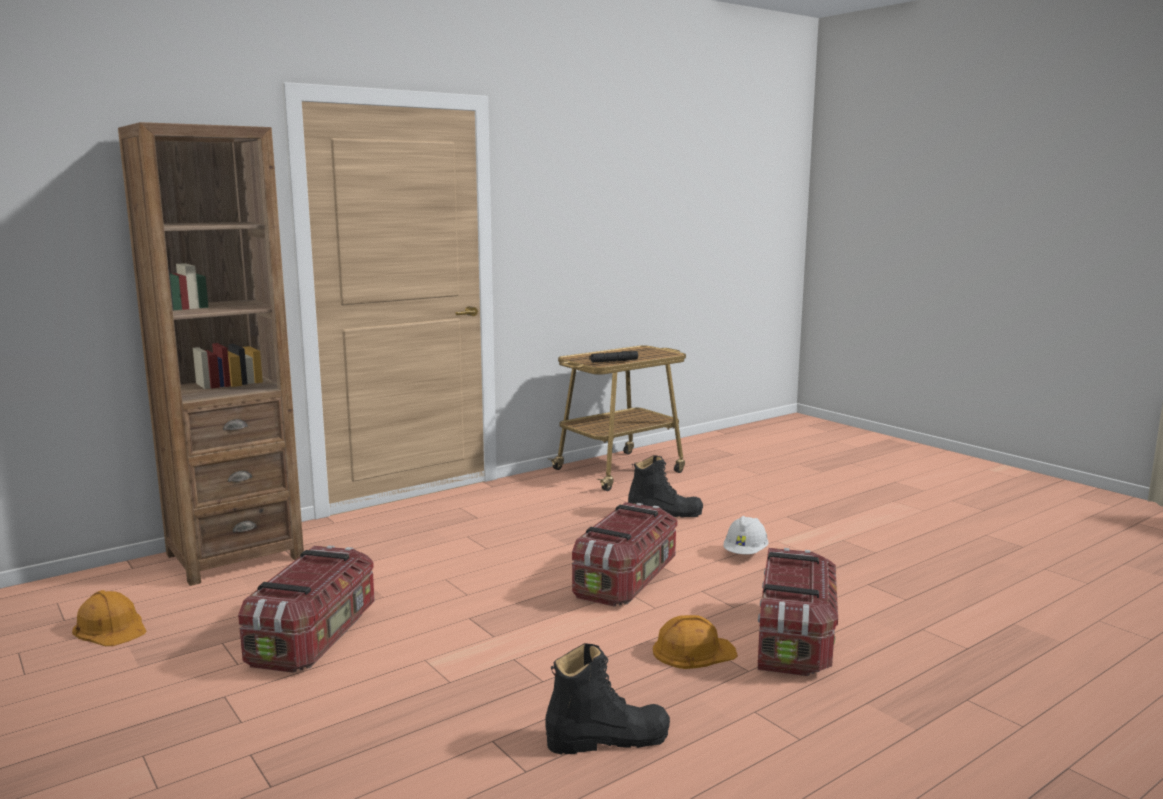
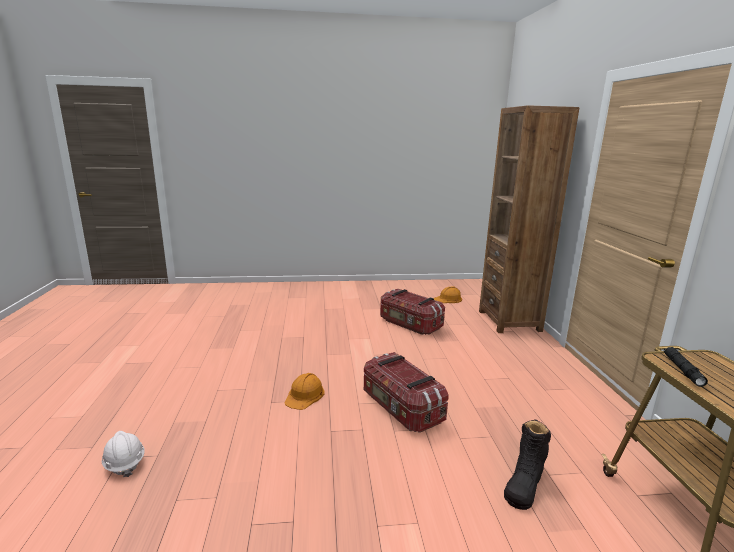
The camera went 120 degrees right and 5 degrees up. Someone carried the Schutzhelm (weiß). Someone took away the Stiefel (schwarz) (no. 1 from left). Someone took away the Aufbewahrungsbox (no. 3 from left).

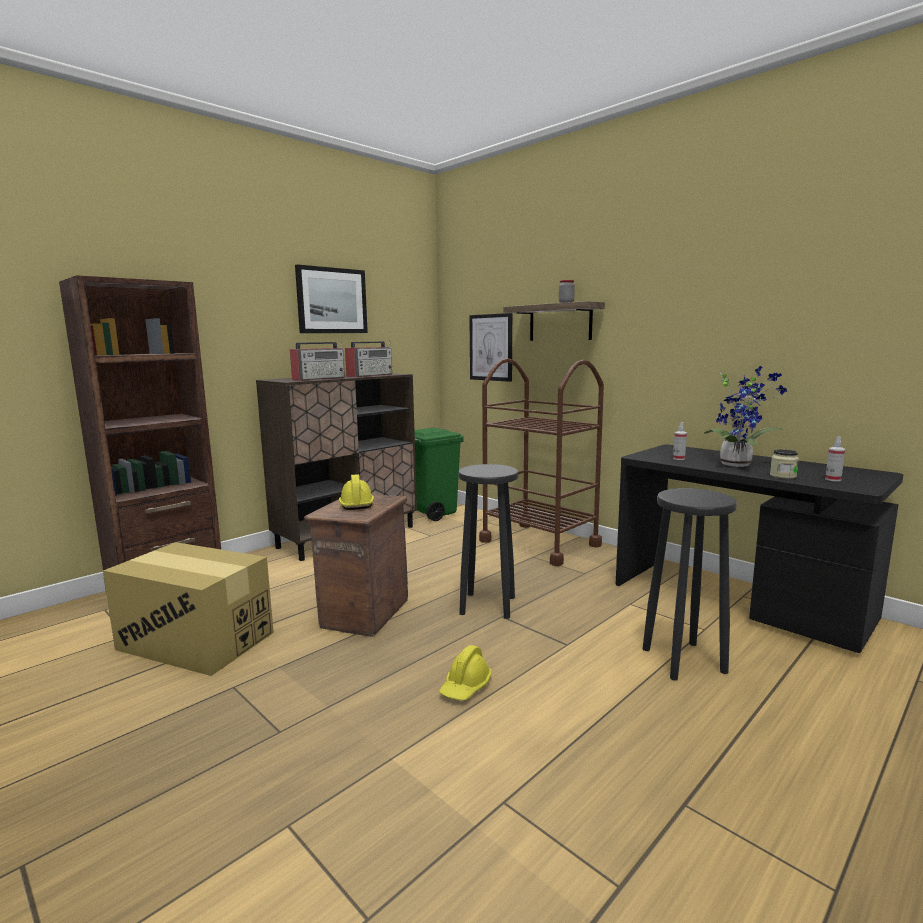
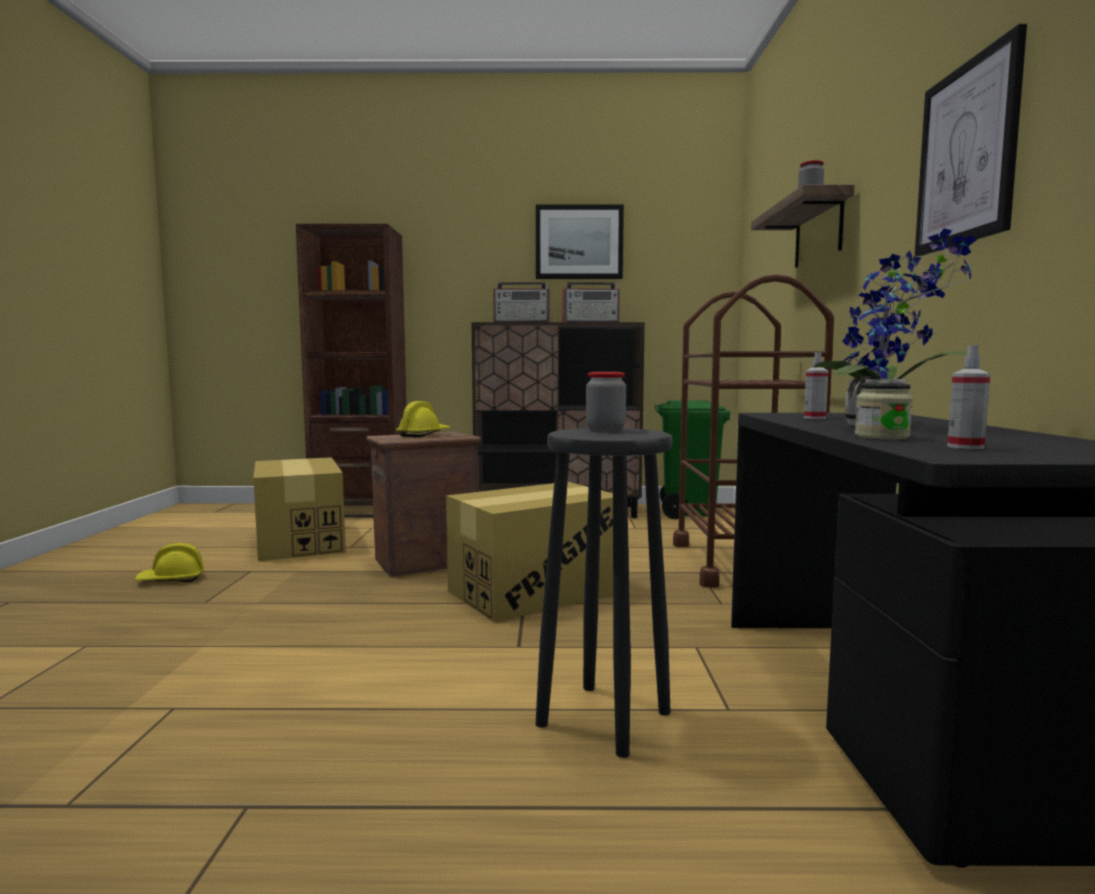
The camera went 45 degrees right and 5 degrees down. Someone carried the Schutzhelm (gelb) (no. 2 from left in the first image). Someone swapped the Hocker (schwarz) (no. 1 from left) for the Karton (no. 2 from left). Someone put down the Vorratsglas (no. 1 from left). Someone carried the Bild (no. 2 from left).

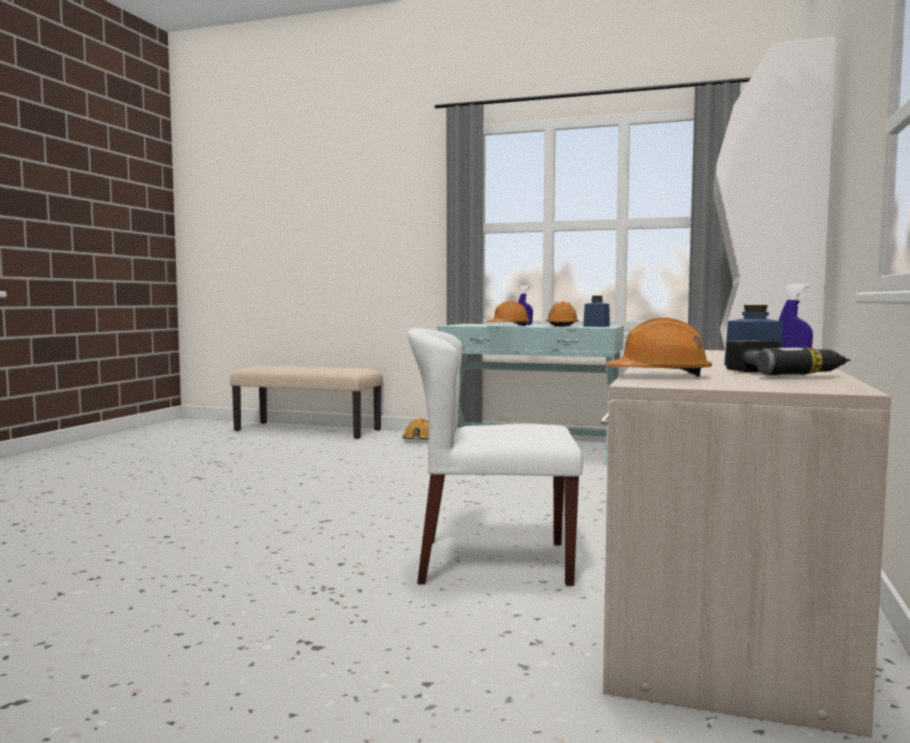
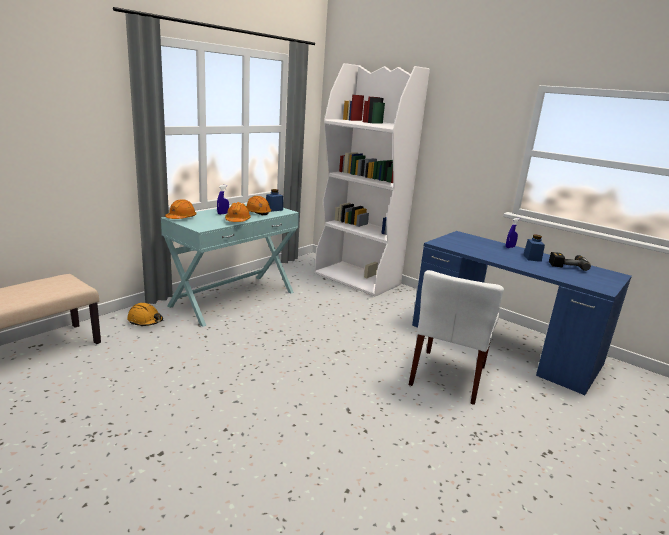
The camera went 70 degrees left and 15 degrees up. Someone carried the Schutzhelm (orange) (no. 4 from left in the first image). Someone repainted the Schreibtisch (beige), which became the Schreibtisch (blau).

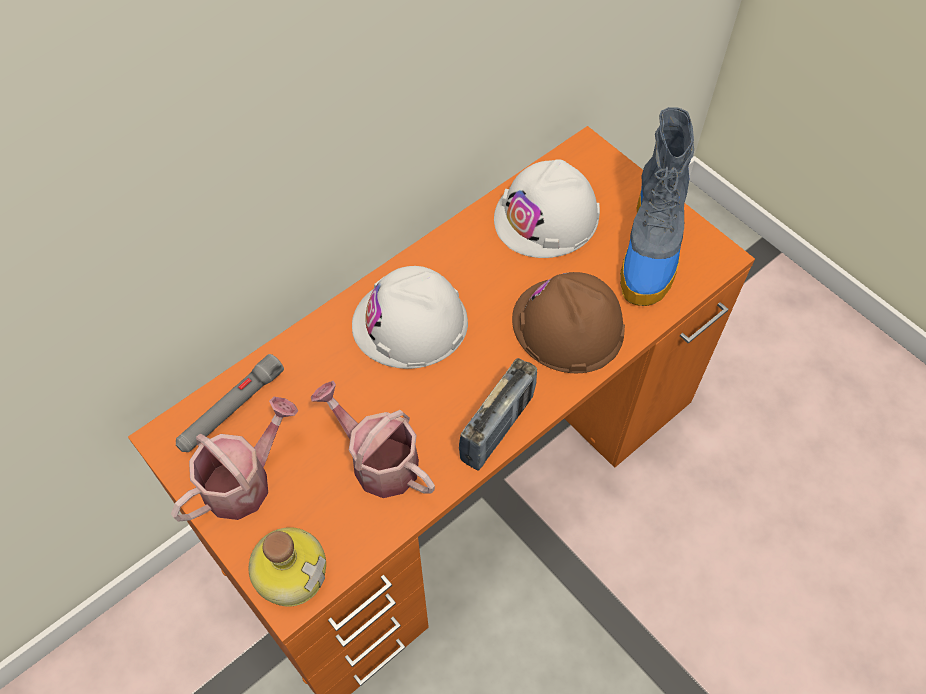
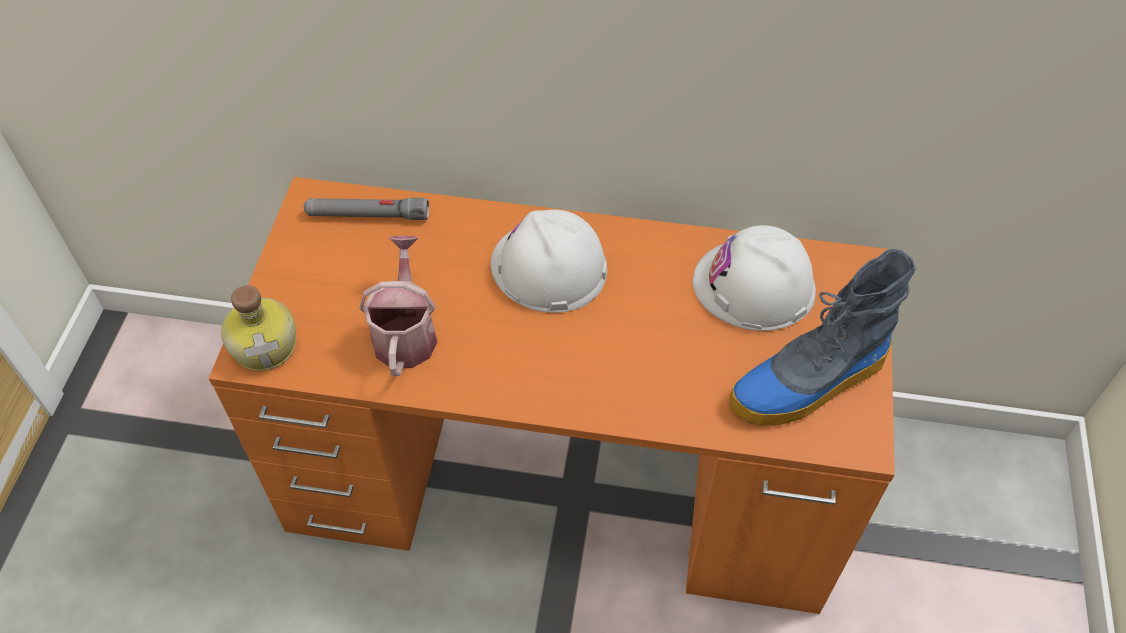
The camera went 50 degrees right and 5 degrees down. Someone took away the Gießkanne (no. 1 from left). Someone took away the Radio. Someone took away the Schutzhelm (braun).

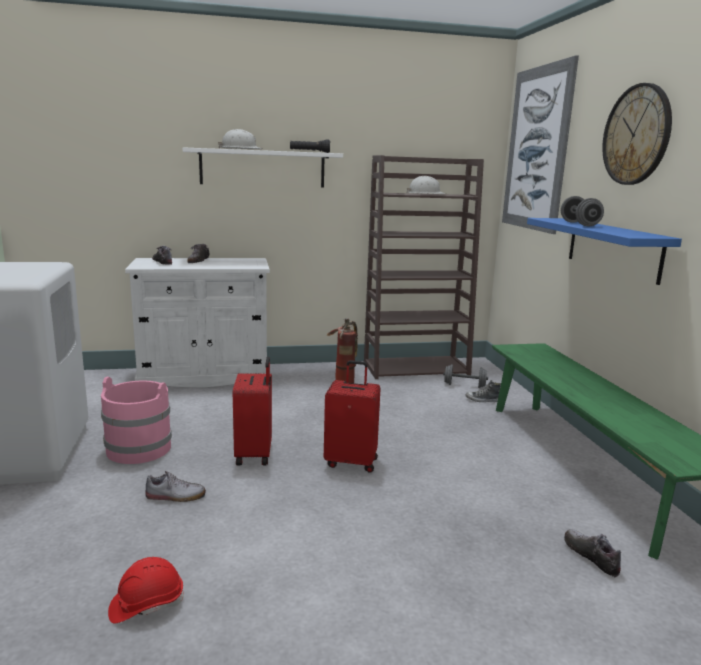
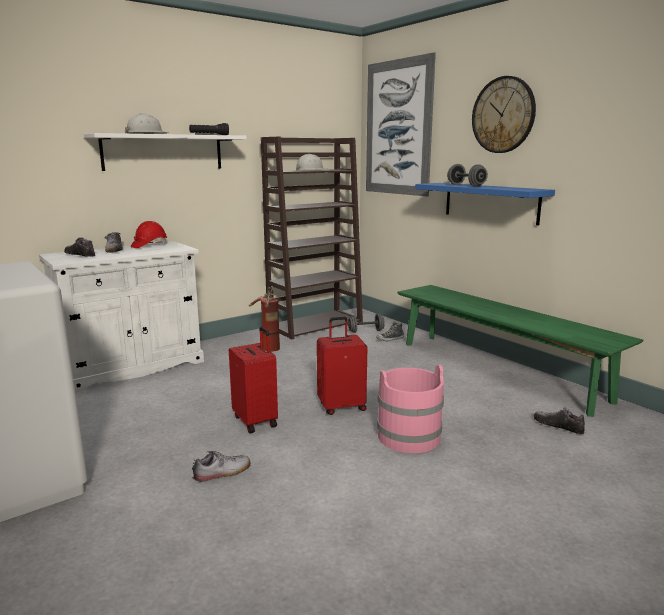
The camera went 25 degrees left and 0 degrees up. Someone carried the Schutzhelm (rot). Someone carried the Eimer (rosa).

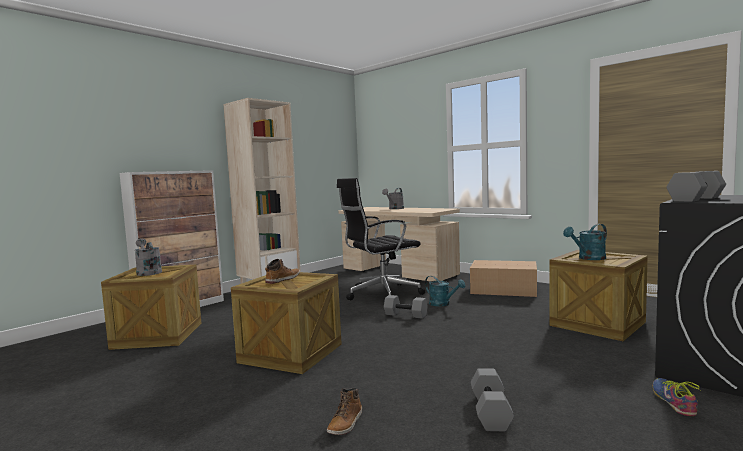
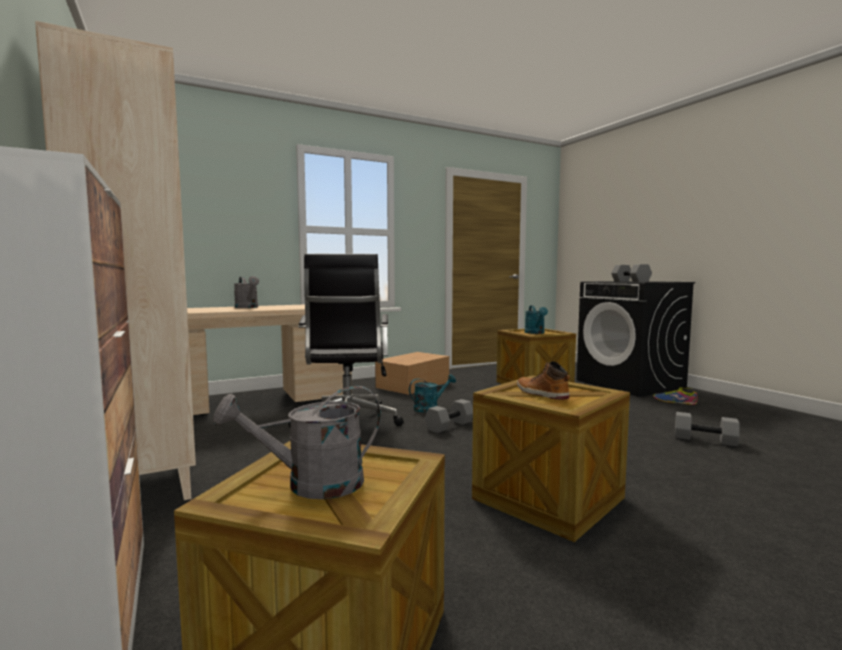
The camera went 70 degrees left and 0 degrees up. Someone took away the Stiefel (no. 2 from left).

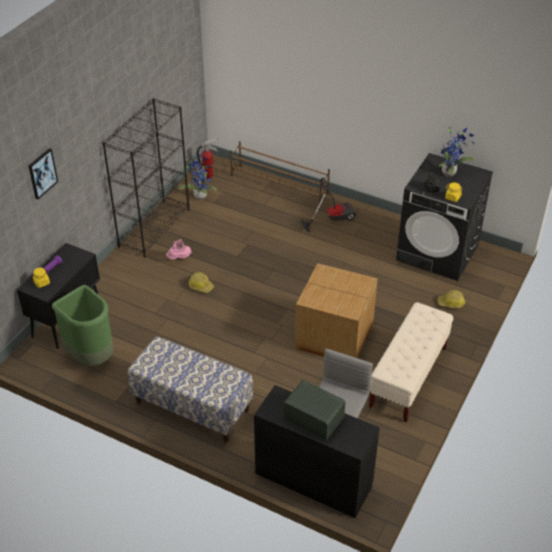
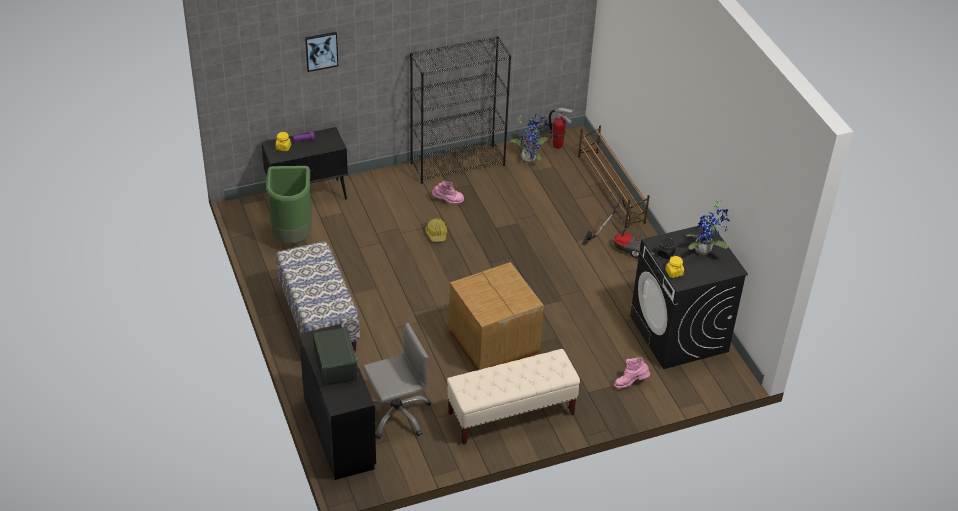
The camera went 40 degrees right and 0 degrees up. Someone swapped the Schutzhelm (no. 2 from left) for the Stiefel (rosa) (no. 2 from left).

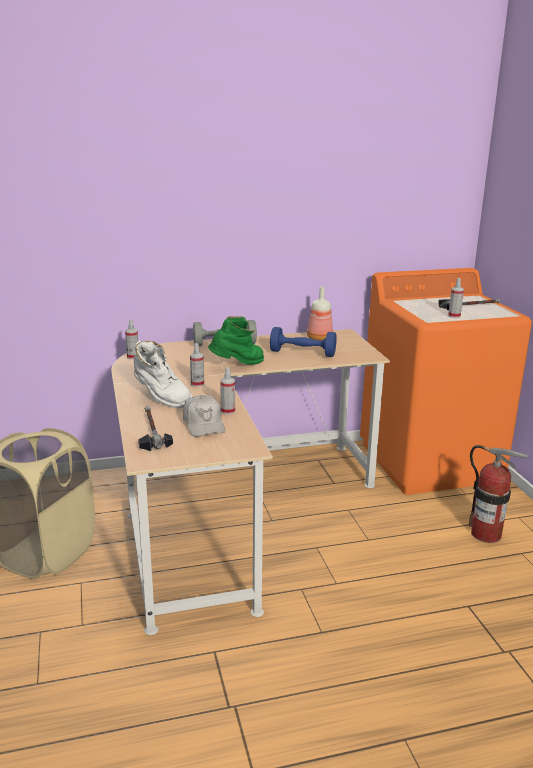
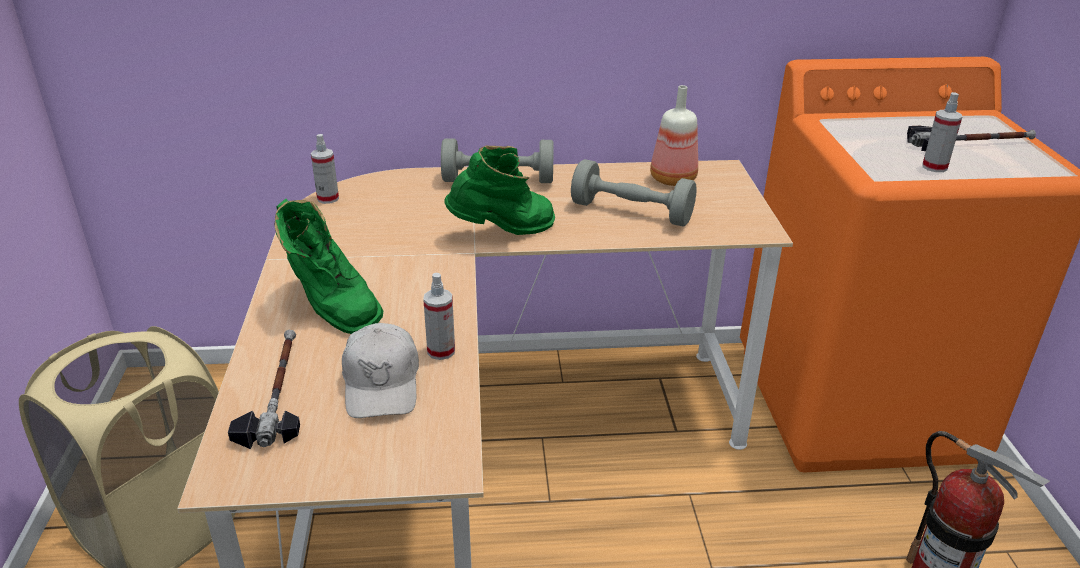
The camera went 10 degrees right and 10 degrees up. Someone repainted the Stiefel (weiß), which became the Stiefel (grün) (no. 1 from left). Someone repainted the Hantel (blau), which became the Hantel (grau) (no. 2 from left). Someone took away the Sprühflasche (no. 2 from left).

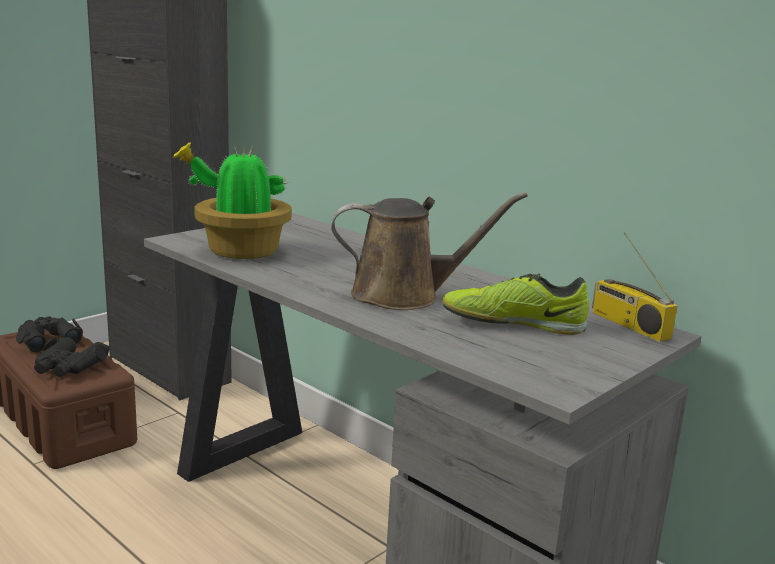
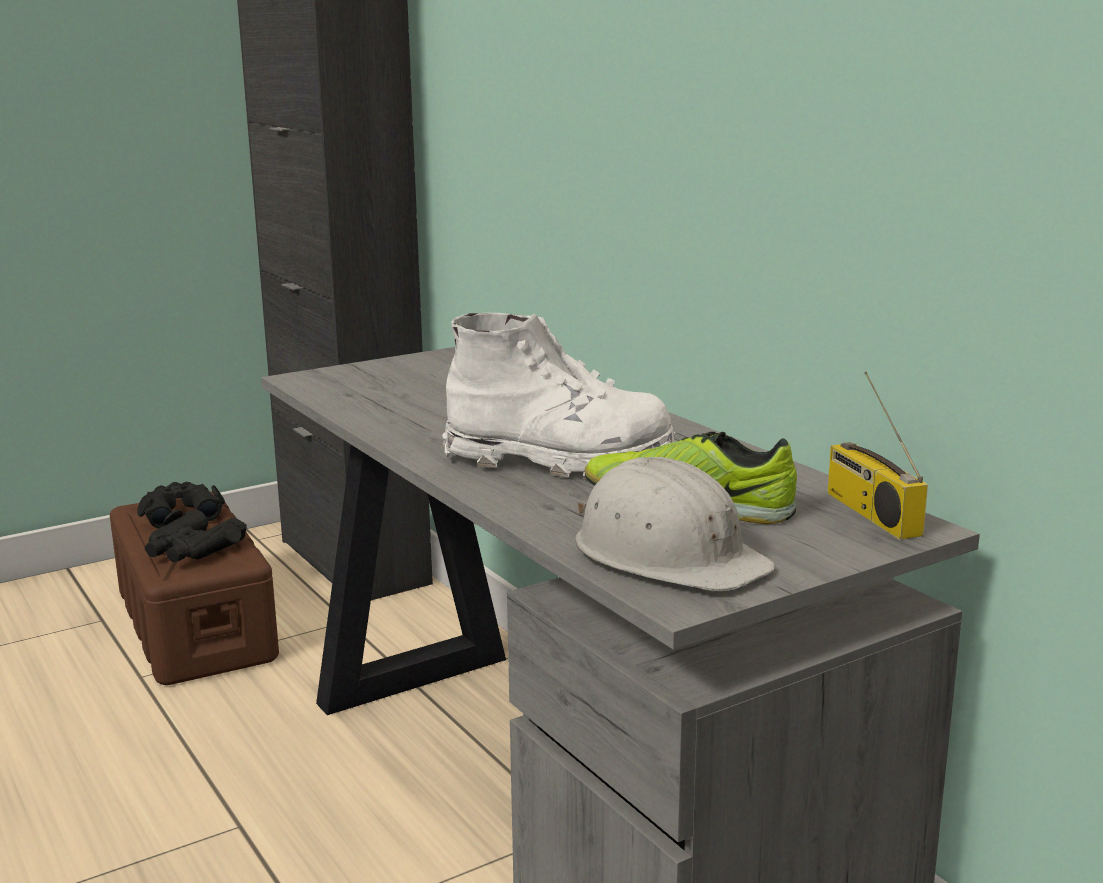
The camera went 15 degrees right and 0 degrees up. Someone swapped the Gießkanne (braun) for the Stiefel (weiß). Someone put down the Schutzhelm (weiß). Someone took away the Topfpflanze.

